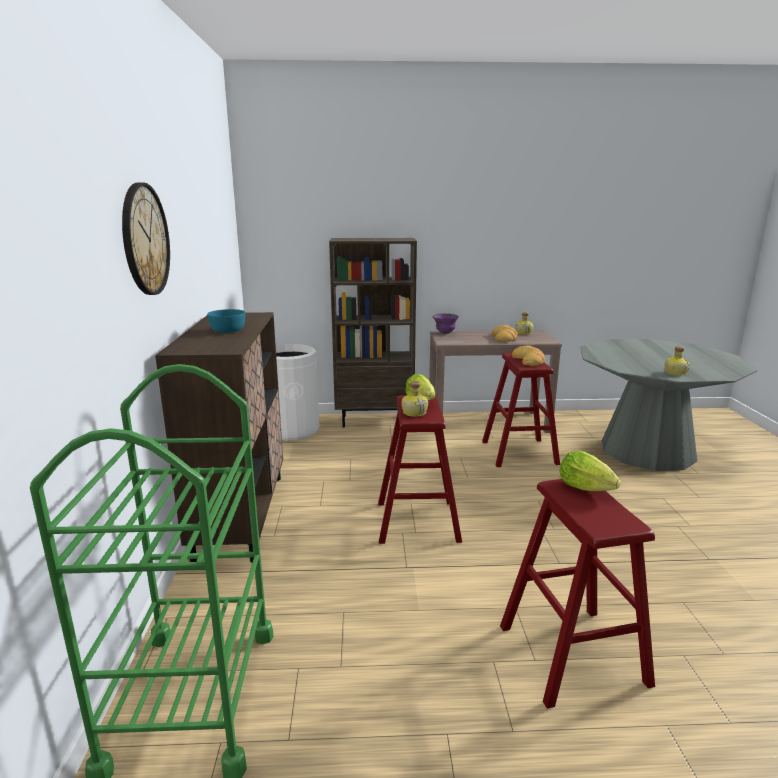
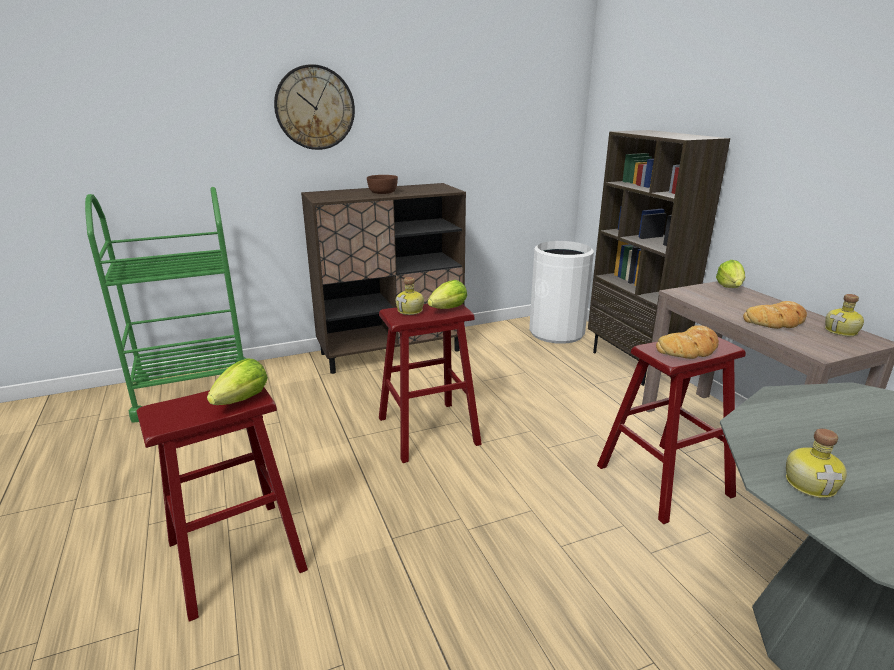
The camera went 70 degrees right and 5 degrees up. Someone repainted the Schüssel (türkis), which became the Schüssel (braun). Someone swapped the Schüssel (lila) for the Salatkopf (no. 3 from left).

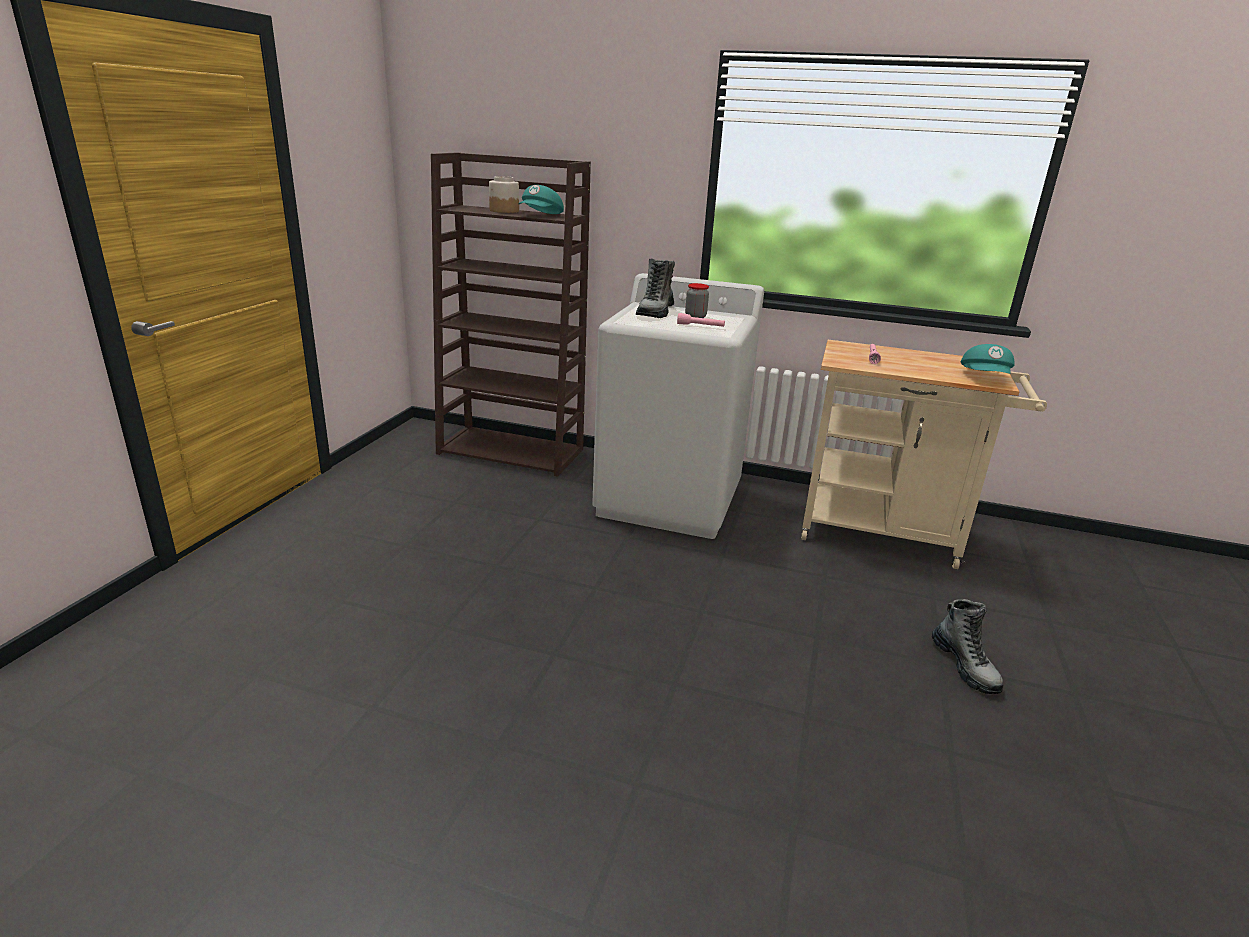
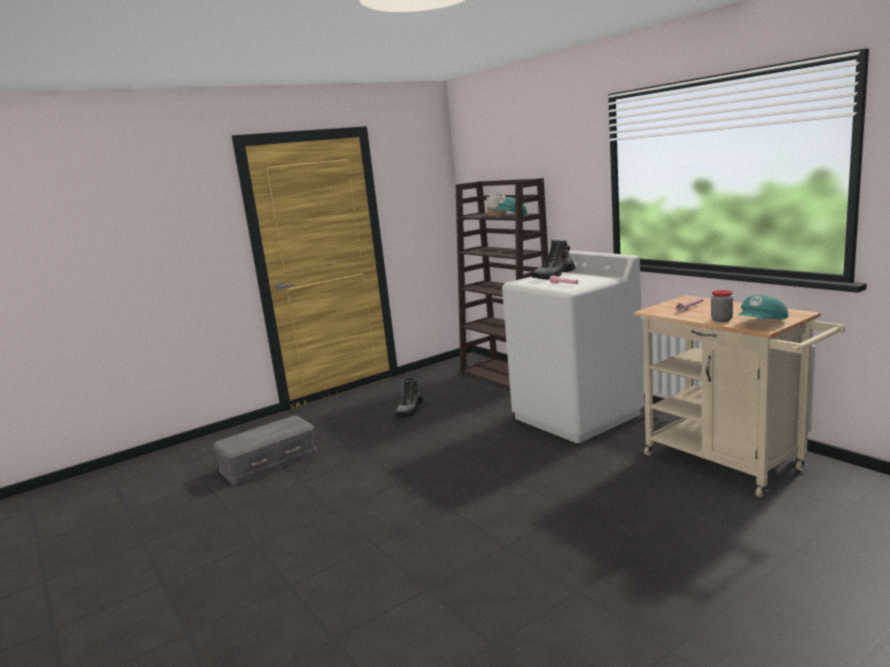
The camera went 40 degrees right and 10 degrees down. Someone put down the Aufbewahrungsbox (grau). Someone carried the Stiefel (no. 2 from left in the first image). Someone carried the Vorratsglas (no. 2 from left).

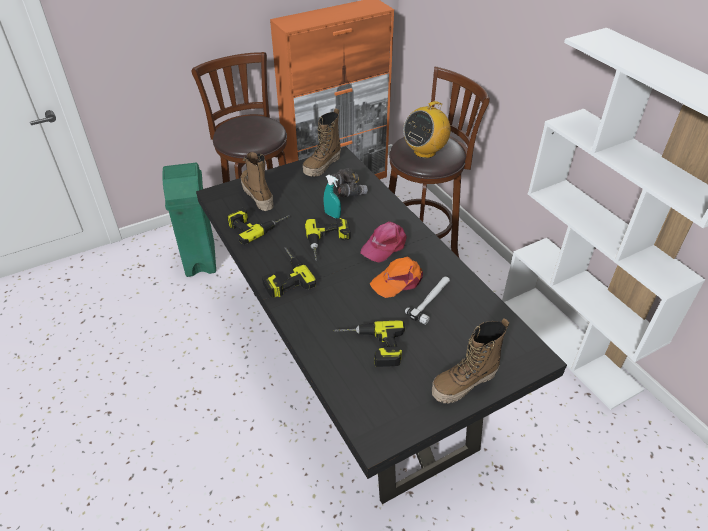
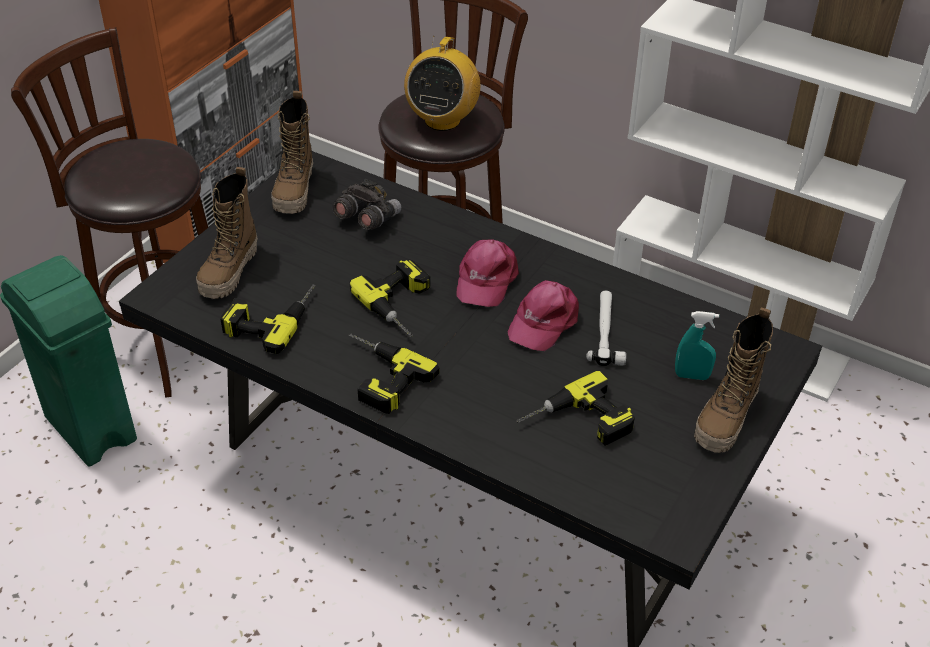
The camera went 30 degrees left and 0 degrees up. Someone rotated the Stiefel (no. 1 from left) by 105 degrees counterclockwise. Someone repainted the Kappe (orange), which became the Kappe (rosa) (no. 2 from left). Someone carried the Sprühflasche (türkis).

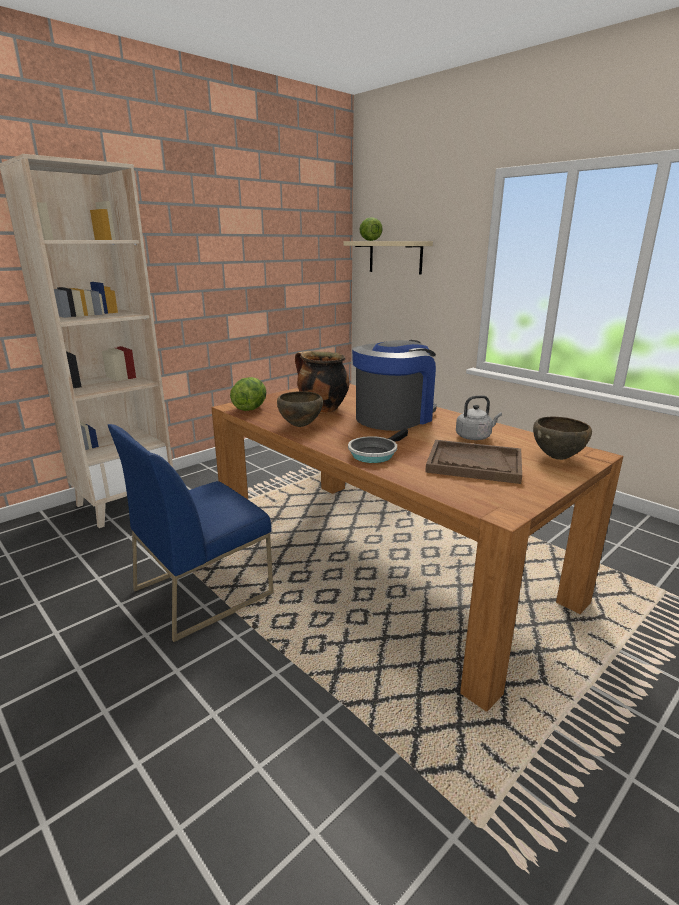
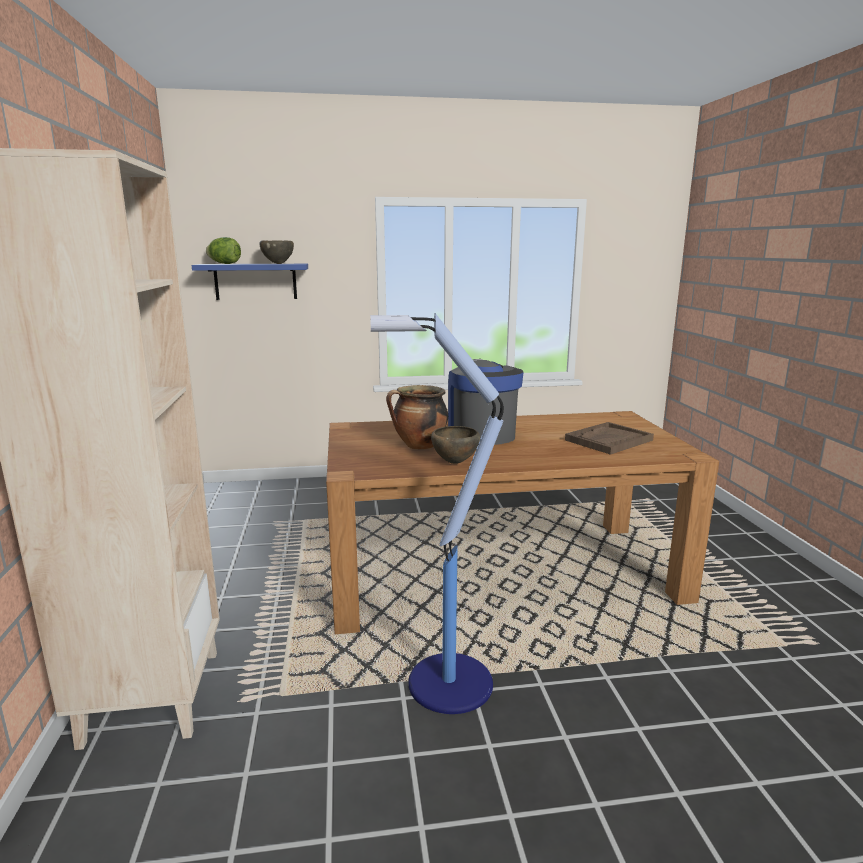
The camera went 55 degrees left and 5 degrees down. Someone repainted the Wandregal (beige), which became the Wandregal (blau). Someone carried the Schüssel (braun) (no. 2 from left in the first image). Someone swapped the Stuhl (blau) for the Stehlampe. Someone took away the Salatkopf (no. 1 from left). Someone took away the Pfanne. Someone took away the Wasserkessel (grau).

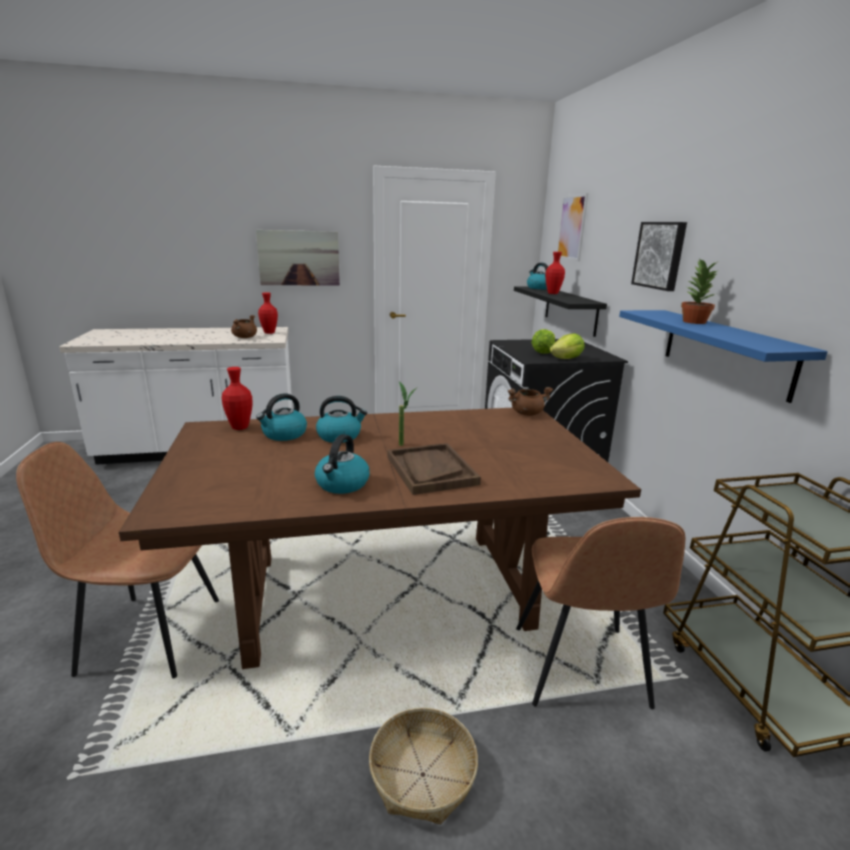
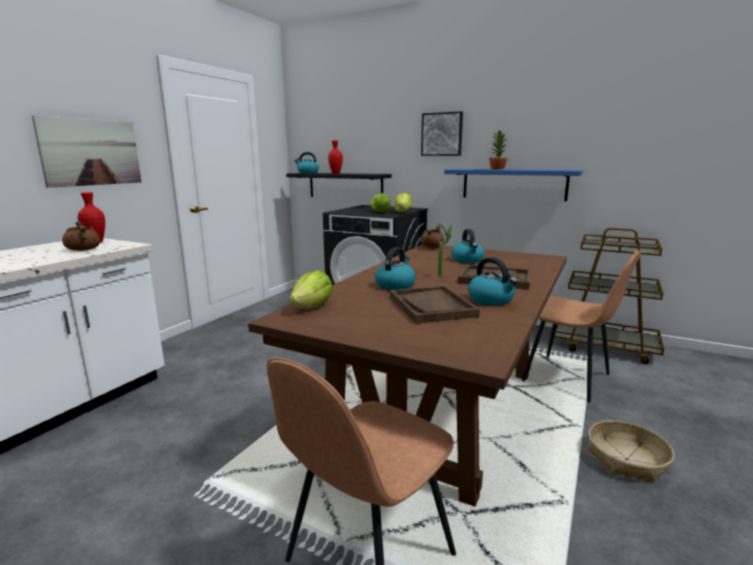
The camera went 50 degrees left and 5 degrees down. Someone swapped the Vase (rot) (no. 1 from left) for the Salatkopf (no. 1 from left). Someone put down the Tablett (braun) (no. 1 from left). Someone carried the Wasserkessel (no. 1 from left in the first image). Someone took away the Bild (no. 2 from left).

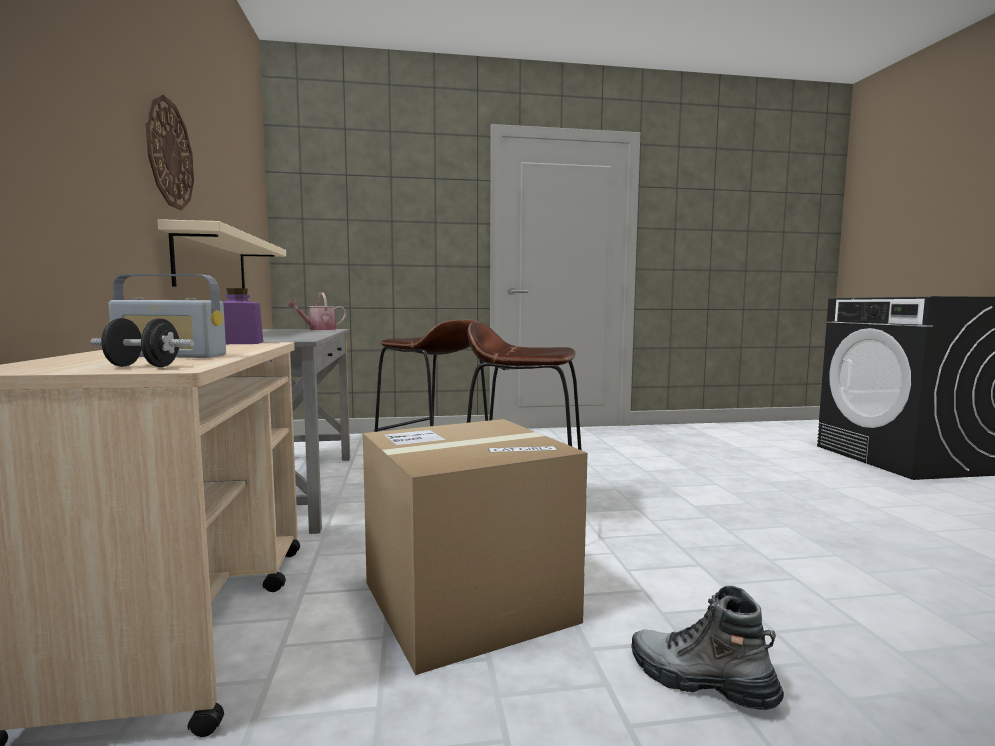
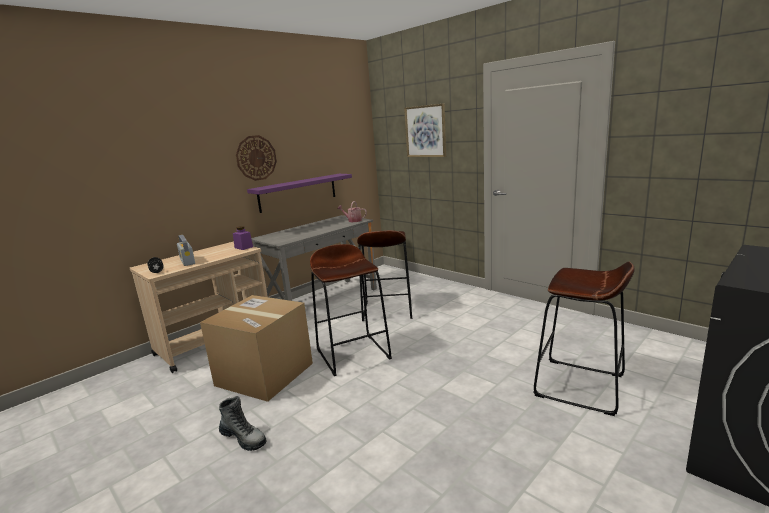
The camera went 55 degrees right and 10 degrees up. Someone rotated the Stiefel by 120 degrees clockwise. Someone repainted the Wandregal (beige), which became the Wandregal (lila). Someone put up the Bild. Someone put down the Hocker (braun) (no. 3 from left).

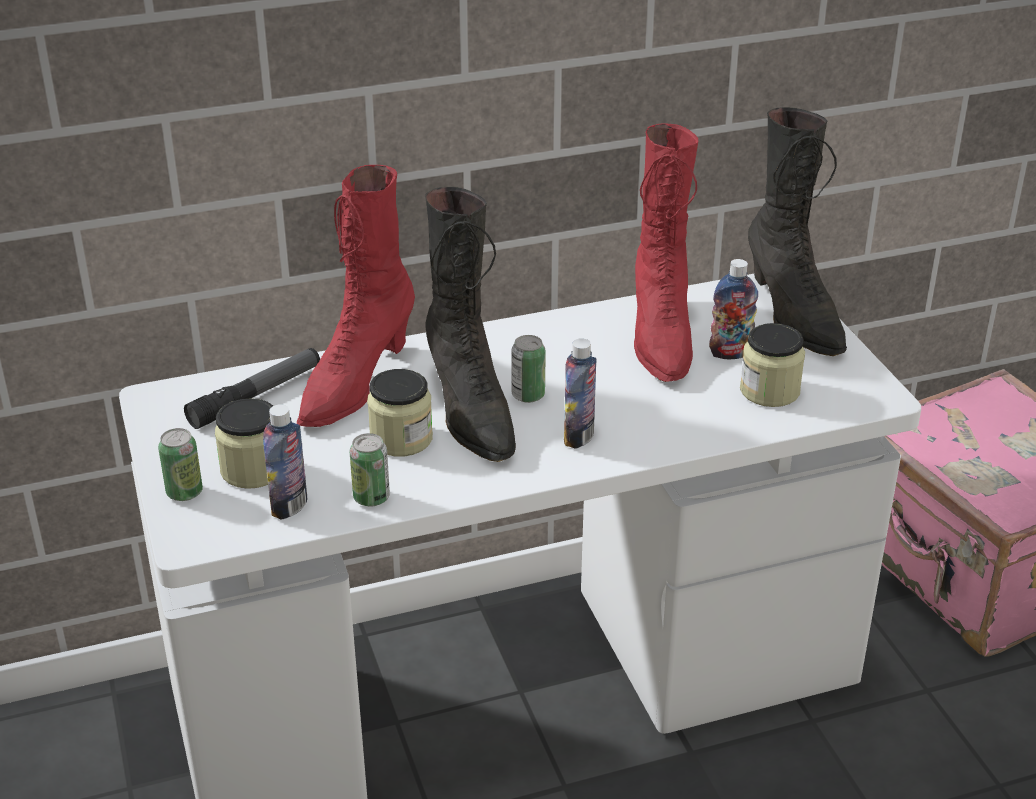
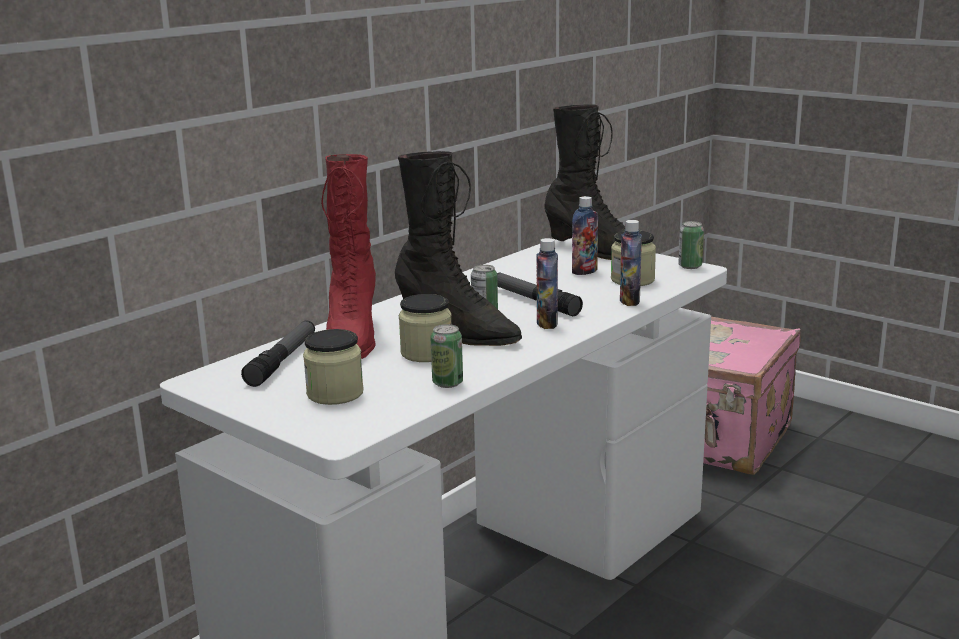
The camera went 30 degrees left and 15 degrees down. Someone put down the Taschenlampe (no. 2 from left). Someone carried the Flasche (no. 1 from left in the first image). Someone carried the Dose (no. 1 from left in the first image). Someone took away the Stiefel (rot) (no. 2 from left).

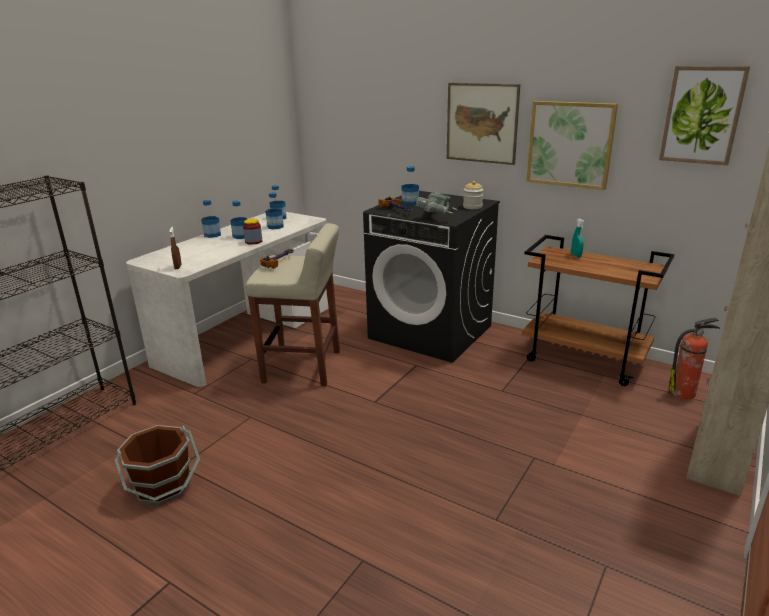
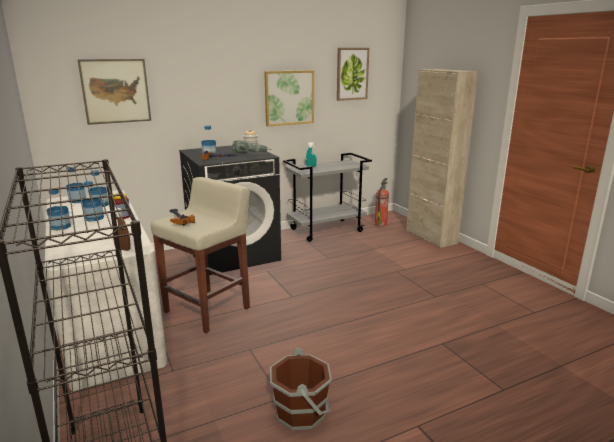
The camera went 60 degrees left and 5 degrees down. Someone carried the Bild (no. 1 from left). Someone repainted the Rollwagen (braun), which became the Rollwagen (grau).

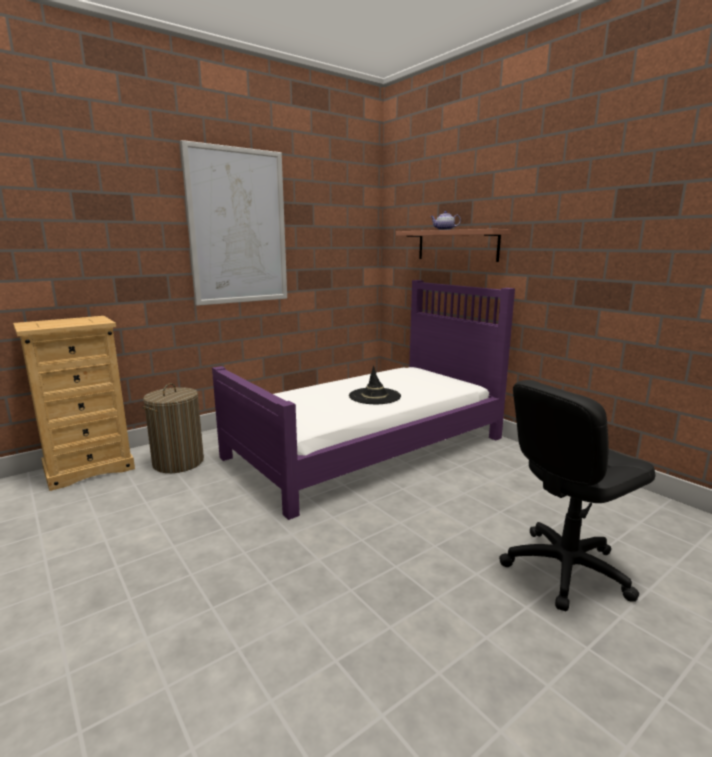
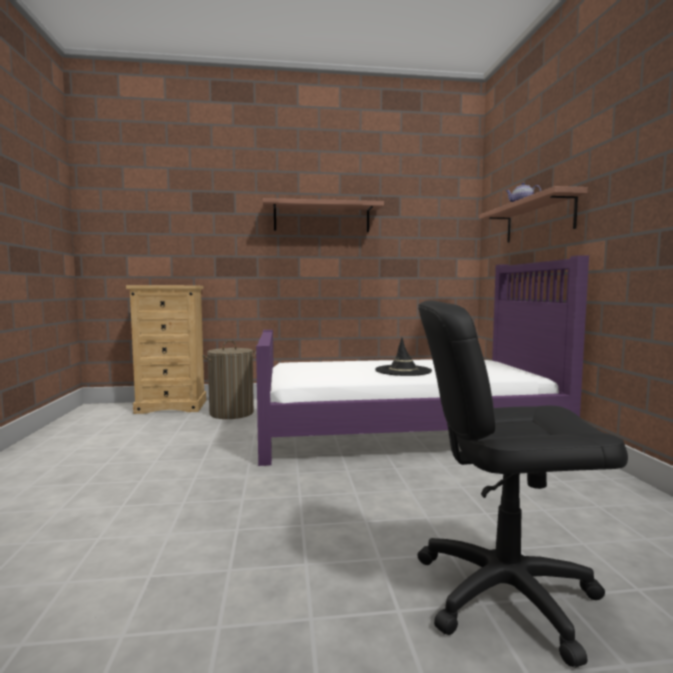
The camera went 30 degrees right and 10 degrees down. Someone swapped the Bild for the Wandregal (no. 1 from left).

